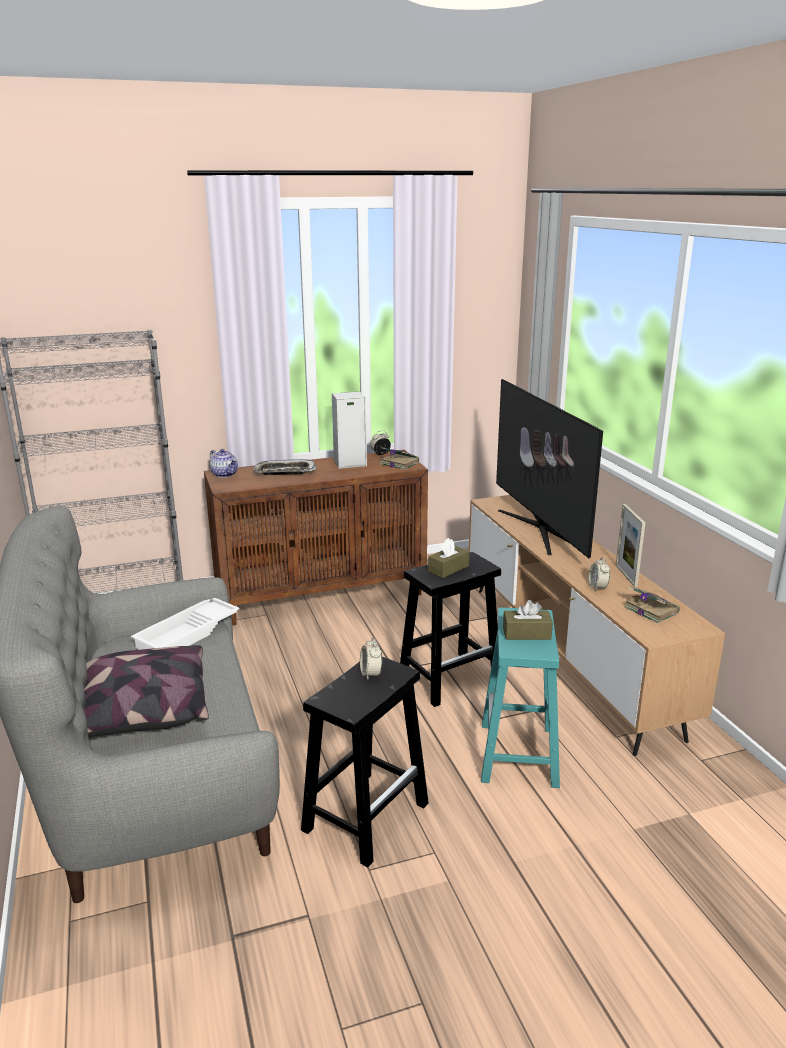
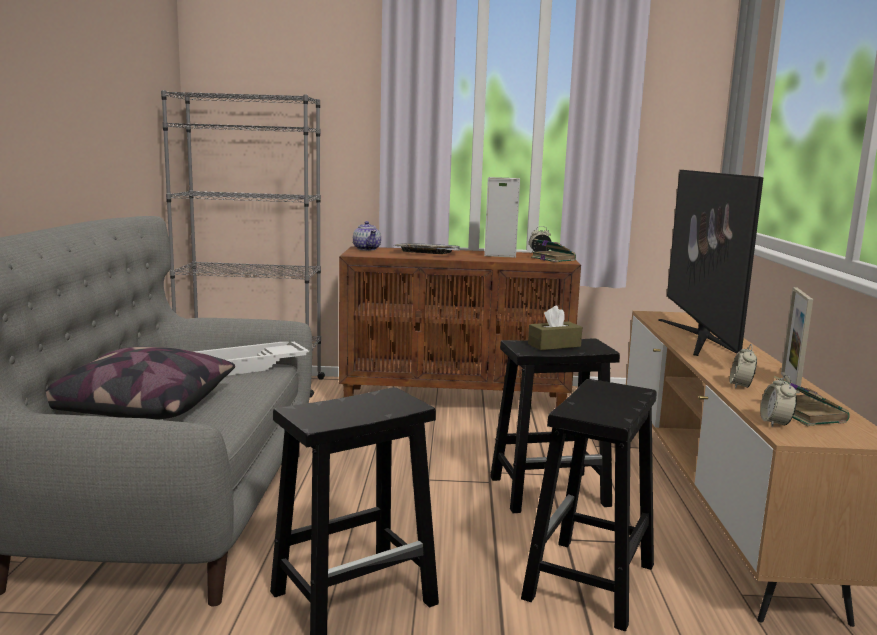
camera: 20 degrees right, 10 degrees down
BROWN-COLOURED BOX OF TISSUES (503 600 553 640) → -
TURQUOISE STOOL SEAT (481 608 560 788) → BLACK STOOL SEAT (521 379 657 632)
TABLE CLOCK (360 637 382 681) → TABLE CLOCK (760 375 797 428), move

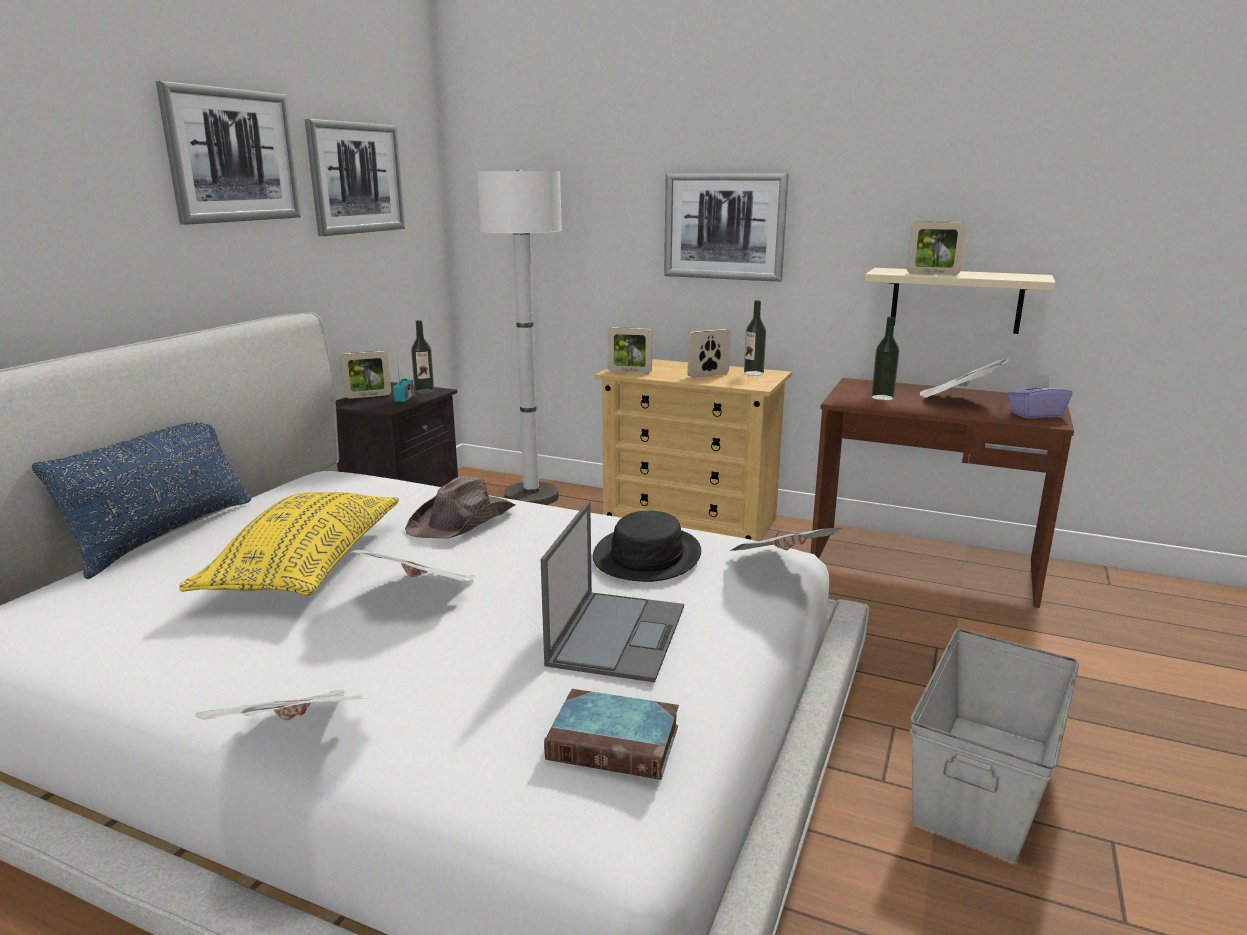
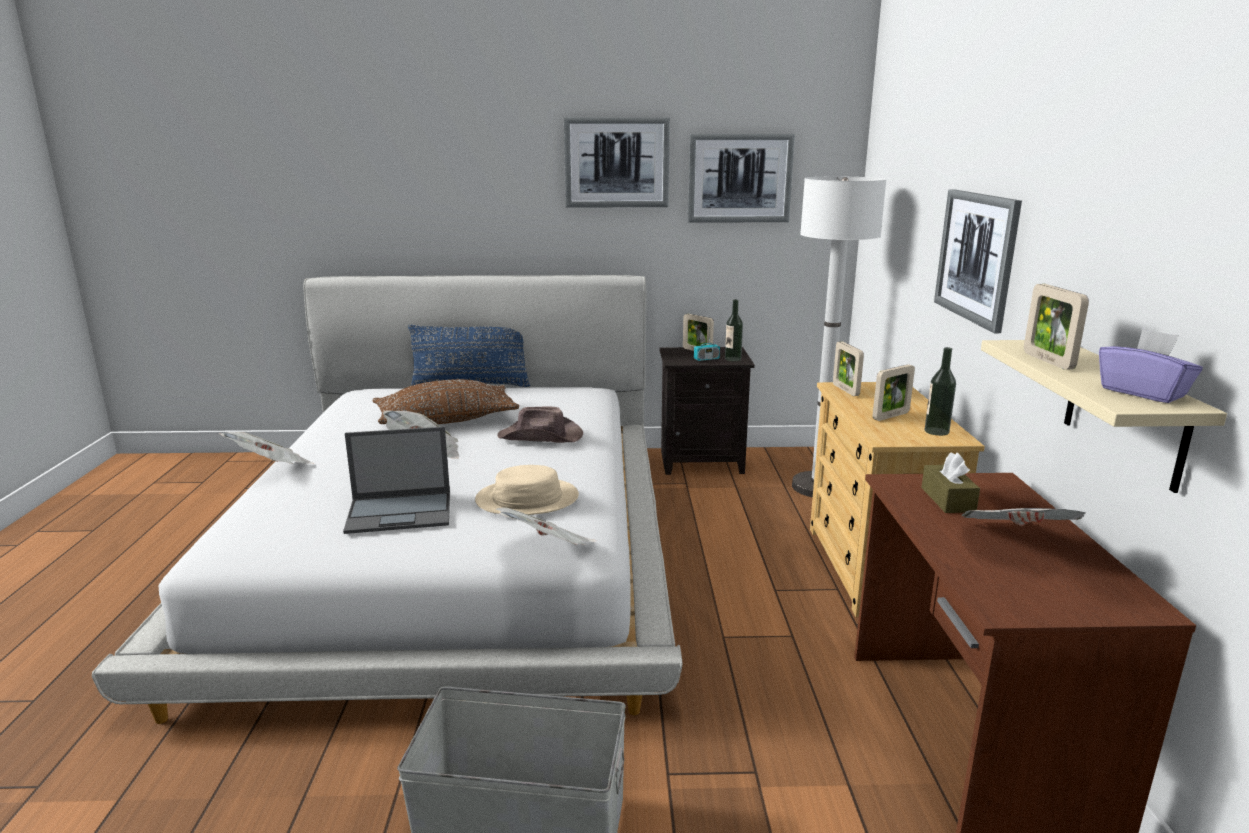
camera: 65 degrees right, 0 degrees up
DRINK BOTTLE (871 317 899 401) → BROWN-COLOURED BOX OF TISSUES (921 453 980 513)
STANDING FRAME (687 329 731 377) → STANDING FRAME (872 364 915 421), 105 degrees clockwise
PURPLISH BOX OF TISSUES (1008 374 1073 419) → PURPLISH BOX OF TISSUES (1099 329 1203 403), move
YELLOW CUSHION (179 492 399 595) → BROWN-COLOURED CUSHION (372 379 519 424)
BLACK HAT (593 511 701 582) → BEIGE HAT (475 465 579 515)
BOOK (544 689 679 780) → -

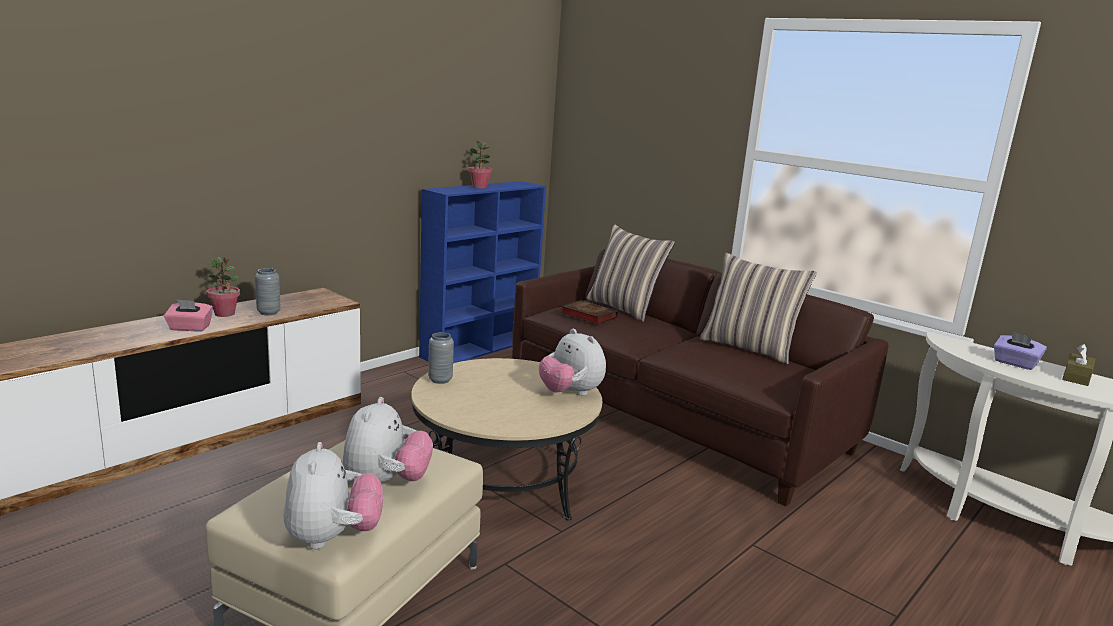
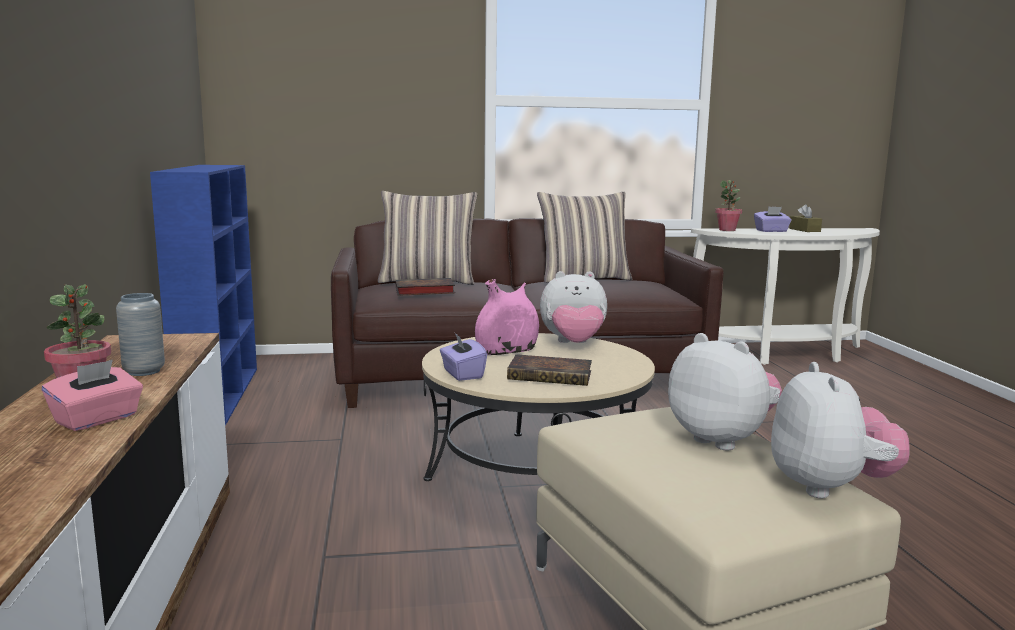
camera: 50 degrees left, 5 degrees down
PLANT IN A POT (468 141 492 188) → PLANT IN A POT (715 180 742 231), move
GREYISH FLOWER VASE (428 332 454 384) → PURPLISH BOX OF TISSUES (440 333 487 381)
SOFT TOY (284 442 383 549) → SOFT TOY (771 362 910 498), 60 degrees clockwise
- → PINKISH FLOWER VASE (475 279 539 355)
- → BOOK (507 354 592 386)

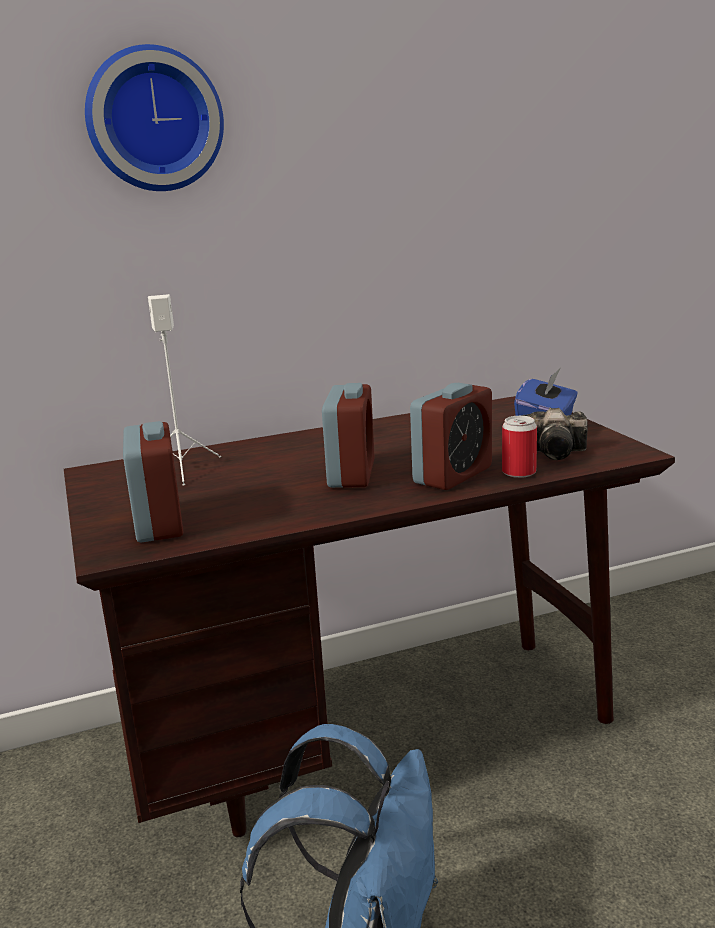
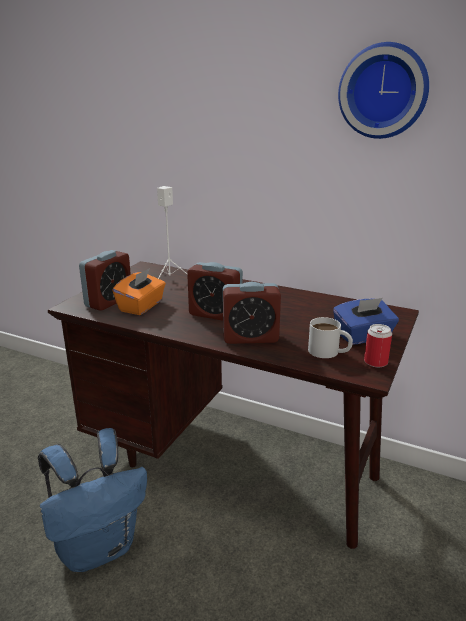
camera: 45 degrees right, 5 degrees up
WALL CLOCK (85 44 224 191) → WALL CLOCK (338 42 429 139), move
TABLE CLOCK (322 383 374 488) → TABLE CLOCK (187 262 243 321), 60 degrees clockwise
STILL CAMERA (521 408 588 460) → WHITE-COLOURED COFFEE MUG (308 317 353 358)
SEALED CAN (502 416 537 478) → SEALED CAN (364 324 392 367), move
- → ORANGEY BOX OF TISSUES (112 268 166 315)

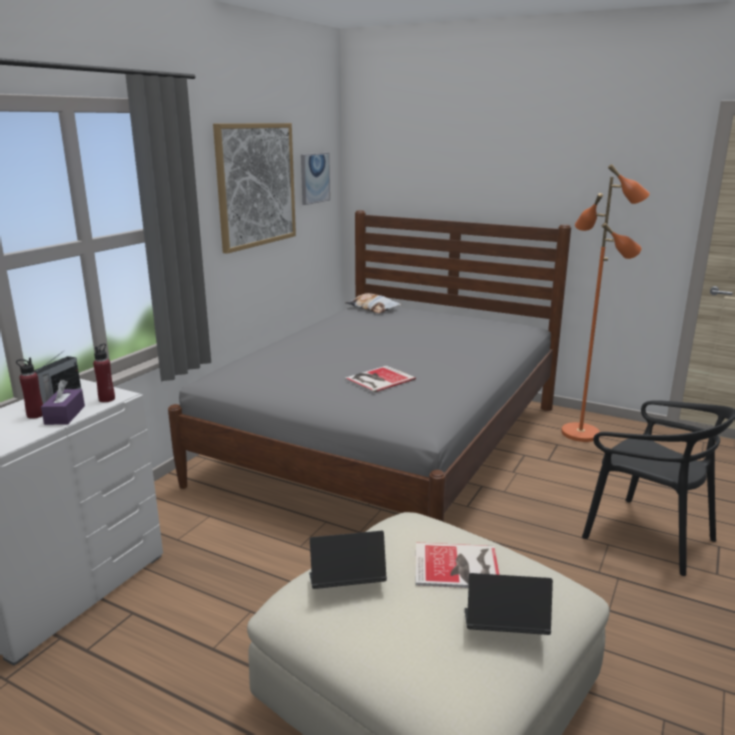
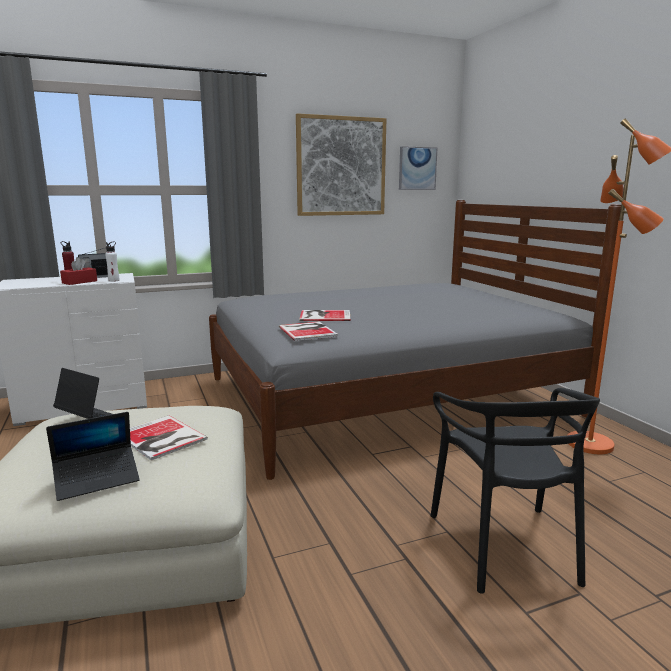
camera: 40 degrees right, 5 degrees down
CUSHION (346 293 402 313) → -
RED DRINK BOTTLE (93 343 115 402) → WHITE-COLOURED DRINK BOTTLE (105 242 120 282)
PURPLISH BOX OF TISSUES (41 380 85 425) → RED BOX OF TISSUES (60 257 97 285)
LAPTOP (464 573 553 635) → LAPTOP (46 412 140 501), 105 degrees clockwise
- → BOOK (279 321 338 341)

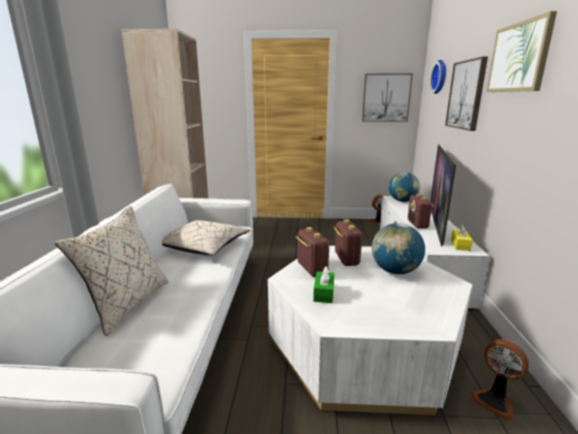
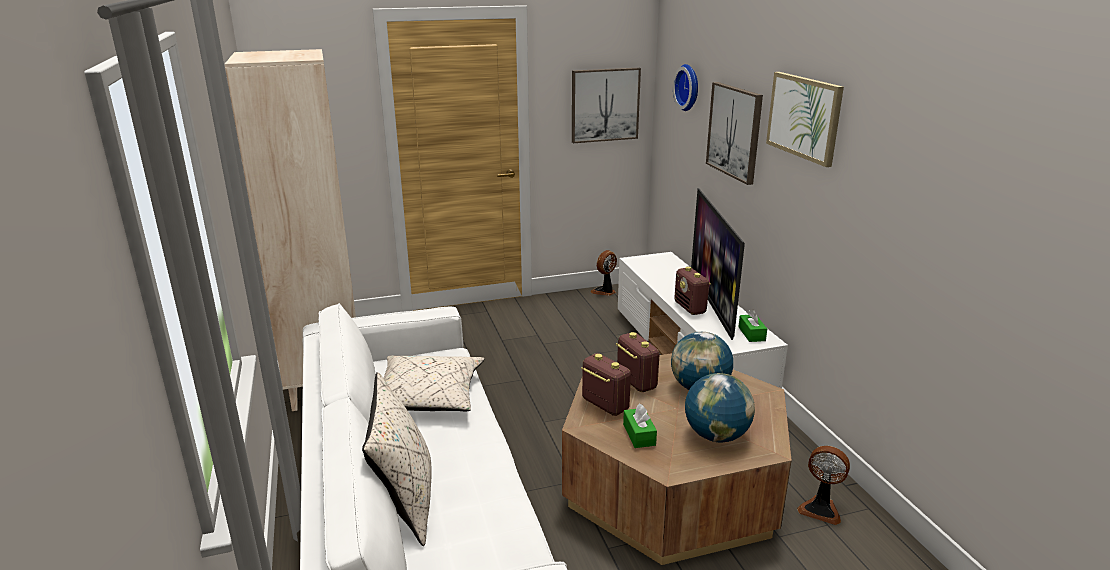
camera: 20 degrees left, 5 degrees up
GLOBE (389 172 420 202) → GLOBE (685 373 755 442), move
YELLOW BOX OF TISSUES (451 224 473 251) → GREEN-COLOURED BOX OF TISSUES (739 309 767 342)
WHITE-COLOURED LOUNGE TABLE (268 246 473 415) → BROWN-COLOURED LOUNGE TABLE (562 353 792 565)

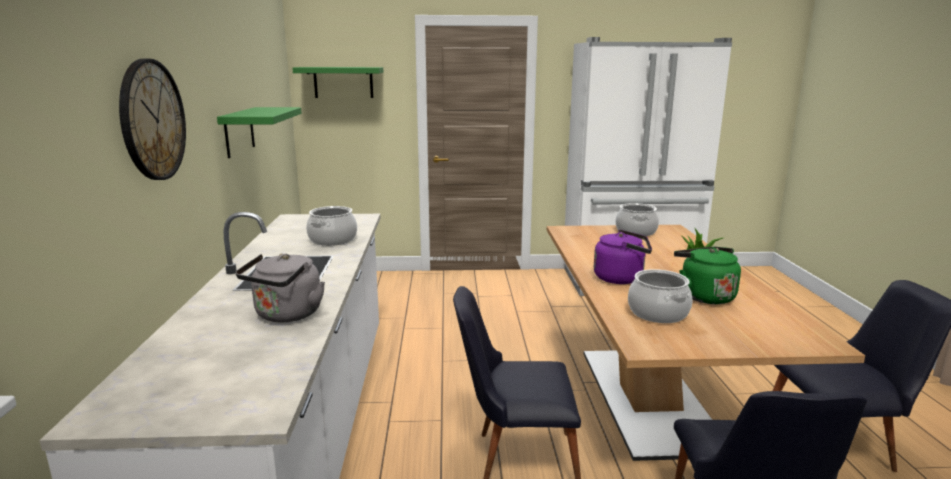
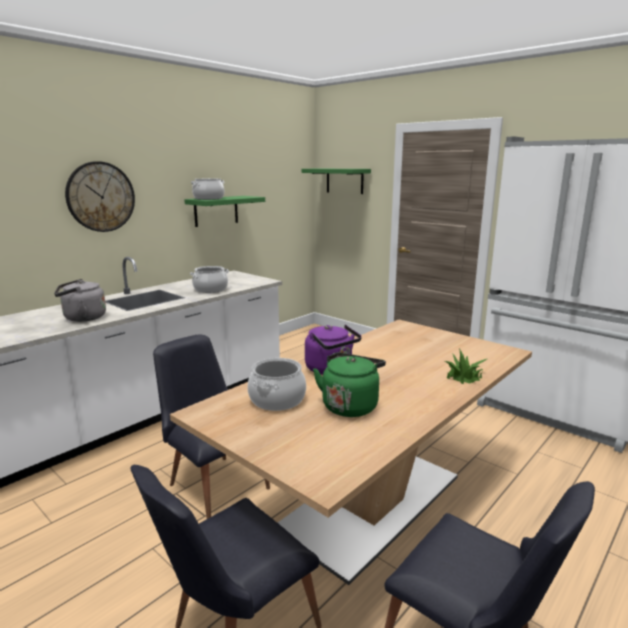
camera: 45 degrees right, 0 degrees up
COOKING POT (616 203 659 236) → COOKING POT (191 179 224 200), move

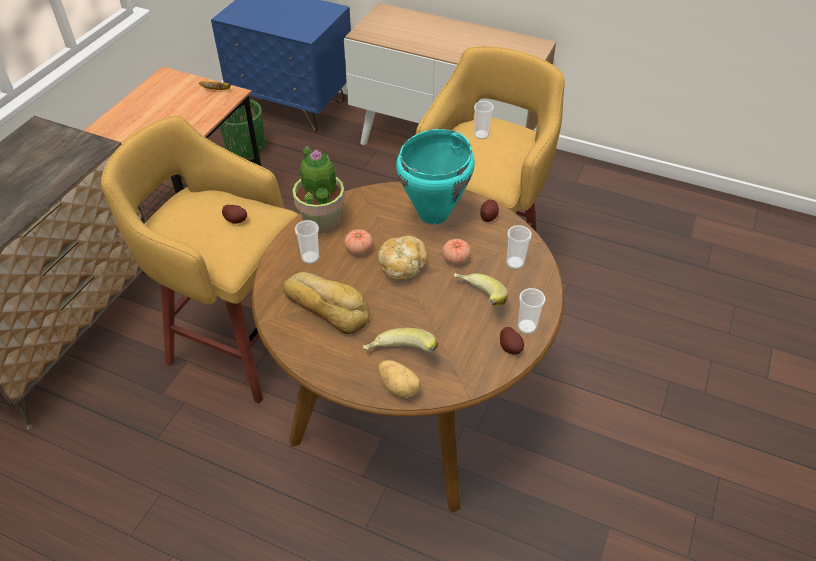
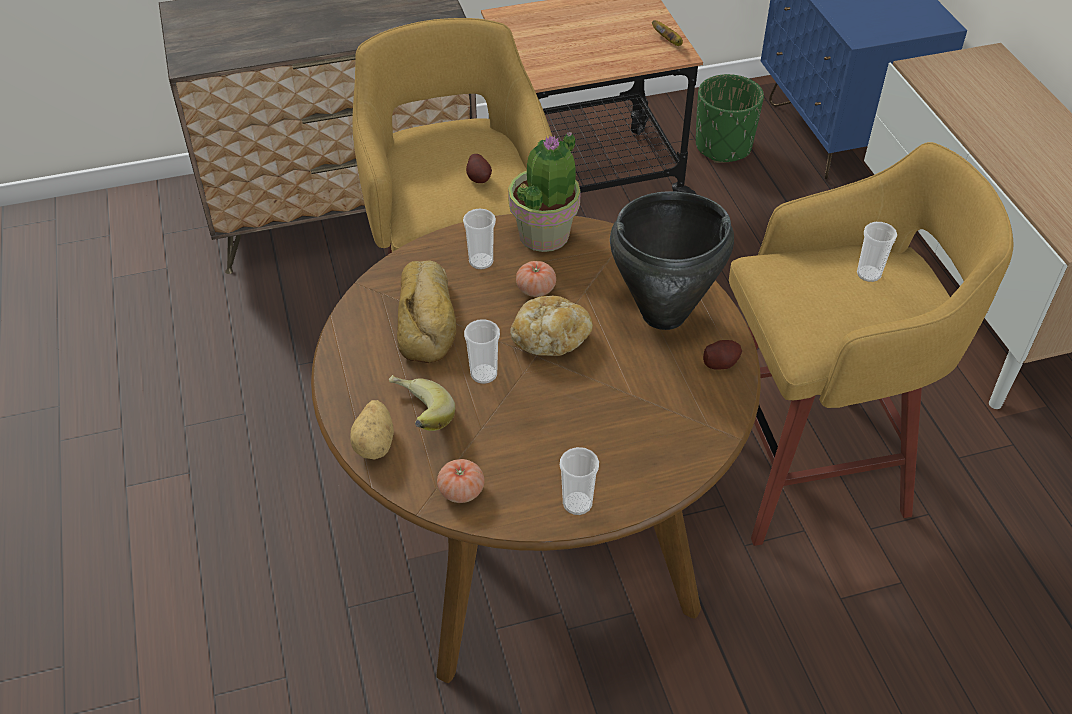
camera: 50 degrees right, 0 degrees up
TURQUOISE COOKING POT (396 129 475 224) → BLACK COOKING POT (610 191 734 330)
CUP (506 225 532 269) → CUP (464 319 500 384), move
WHOLE TOMATO (442 239 471 265) → WHOLE TOMATO (437 459 485 503), move
BANANA (454 273 508 306) → -
POTATO (500 327 524 355) → -

